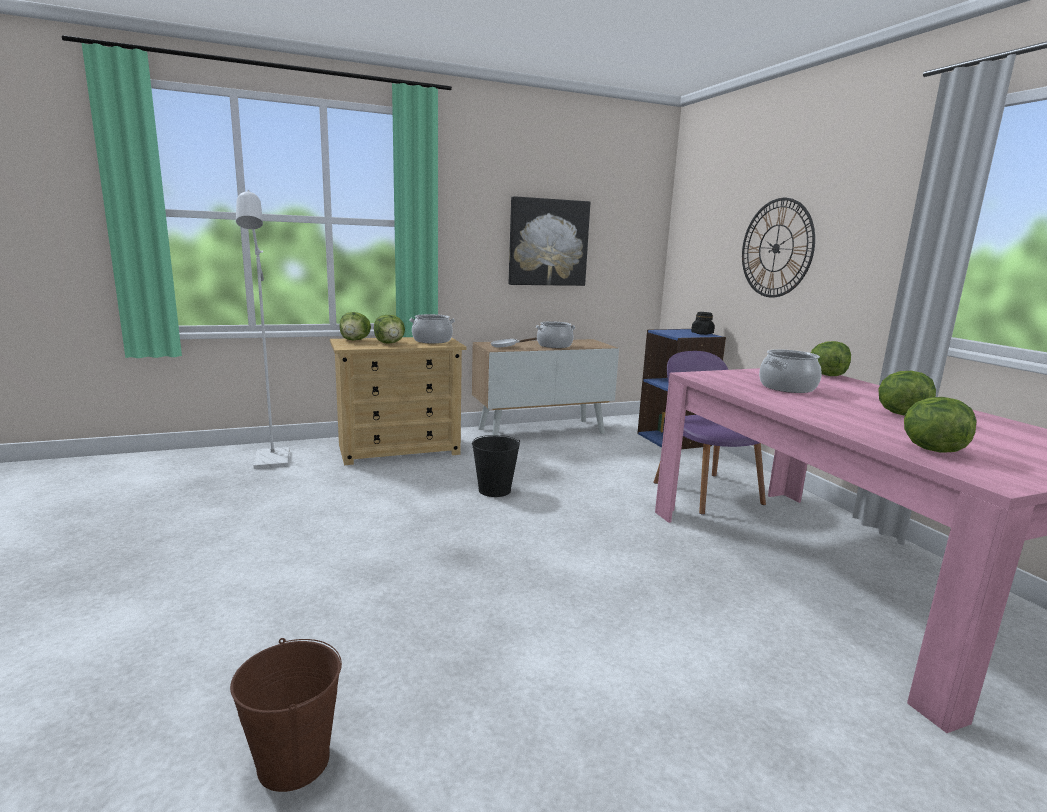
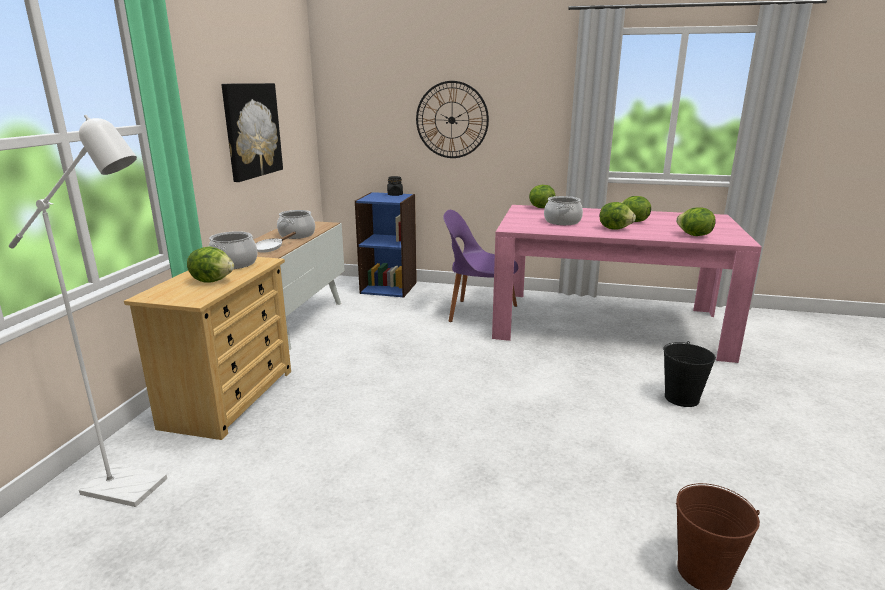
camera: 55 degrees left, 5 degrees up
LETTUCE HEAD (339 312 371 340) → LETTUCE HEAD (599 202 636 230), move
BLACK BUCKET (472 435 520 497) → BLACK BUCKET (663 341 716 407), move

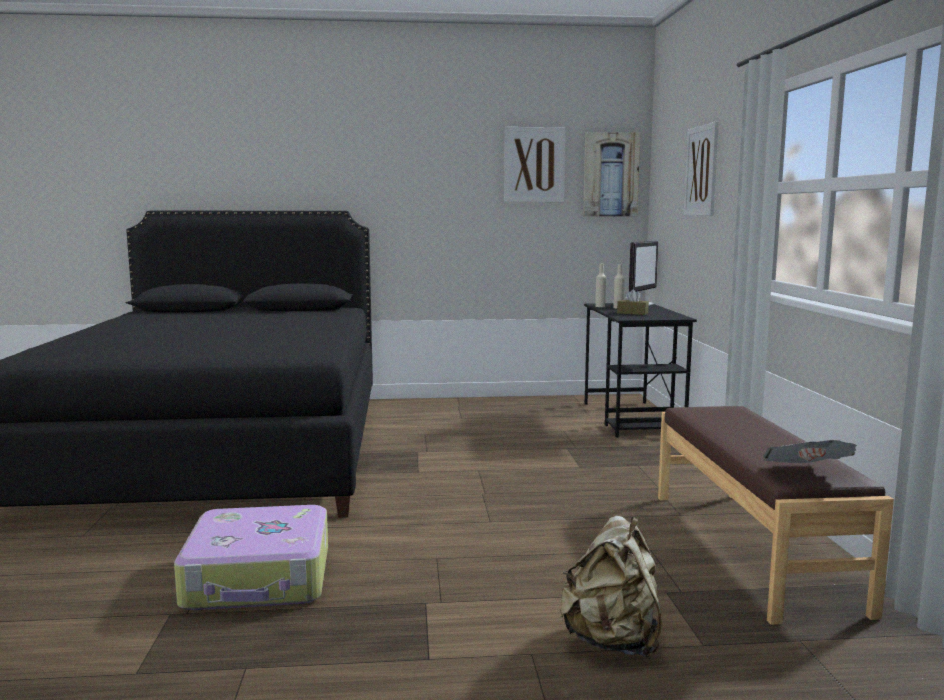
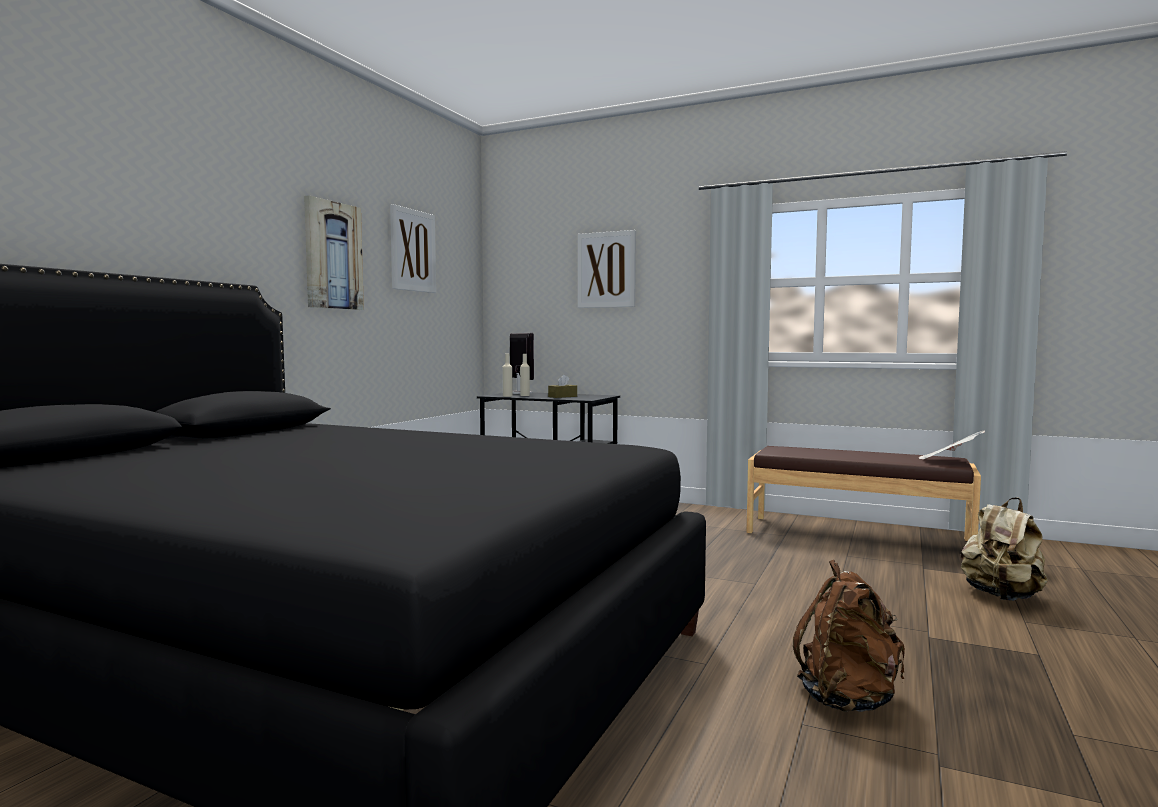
camera: 60 degrees left, 5 degrees down
WALL ART (583 132 640 216) → WALL ART (304 195 364 310), move
SUITCASE (174 505 328 610) → BROWN-COLOURED RUCKSACK (793 560 905 712)

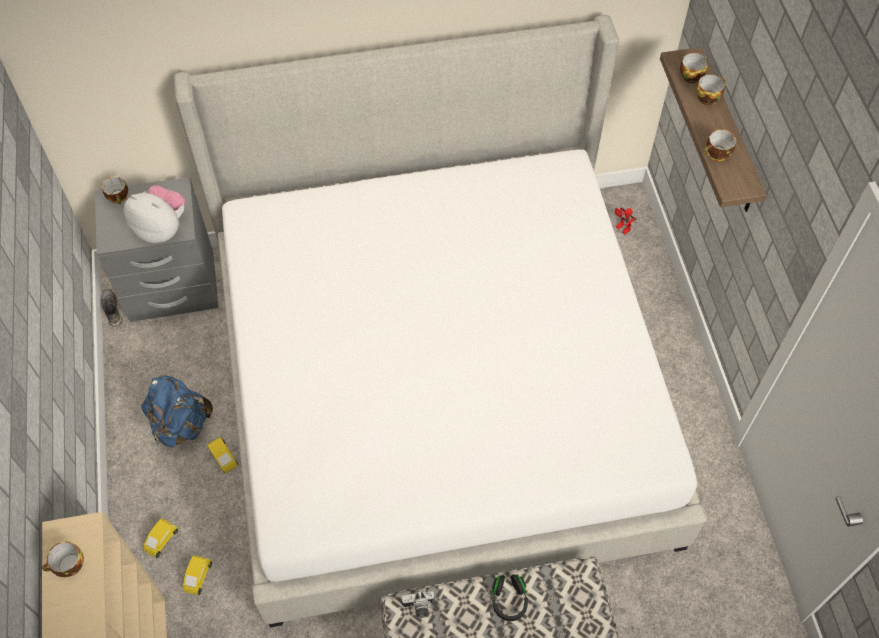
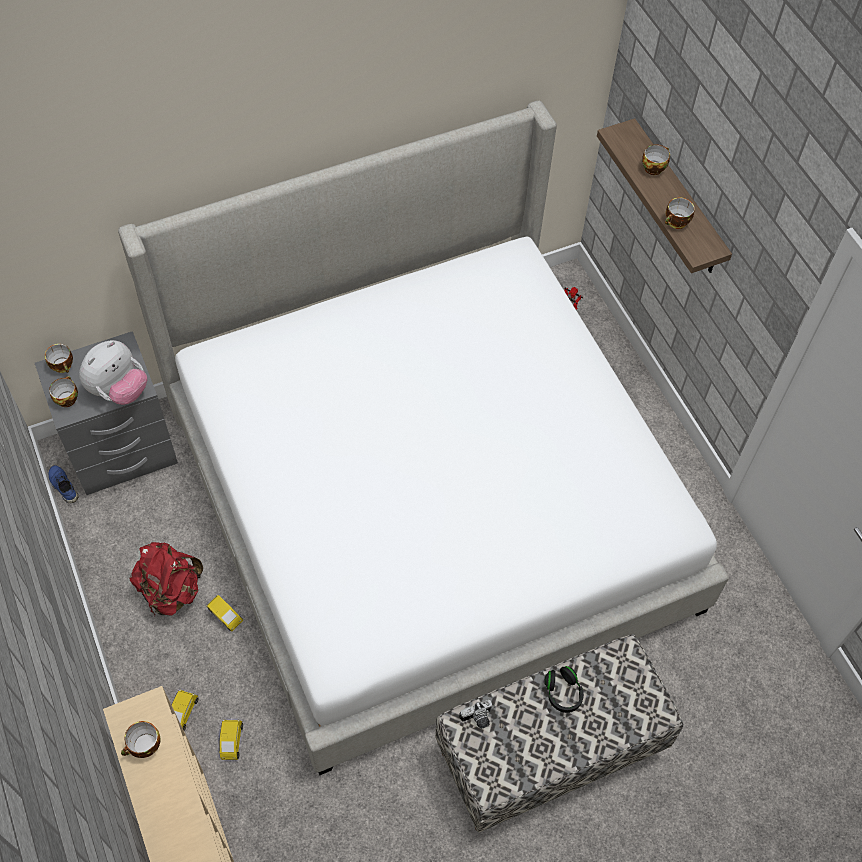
camera: 15 degrees left, 0 degrees up
CUP (680 52 708 83) → CUP (49 376 78 407), move
SOFT TOY (124 185 185 243) → SOFT TOY (79 340 147 405), 120 degrees clockwise
GREYISH LOW SHOE (101 289 122 327) → BLUE-COLOURED LOW SHOE (48 465 78 503)
BLUE-COLOURED RUCKSACK (141 376 213 447) → RED RUCKSACK (129 542 203 616)

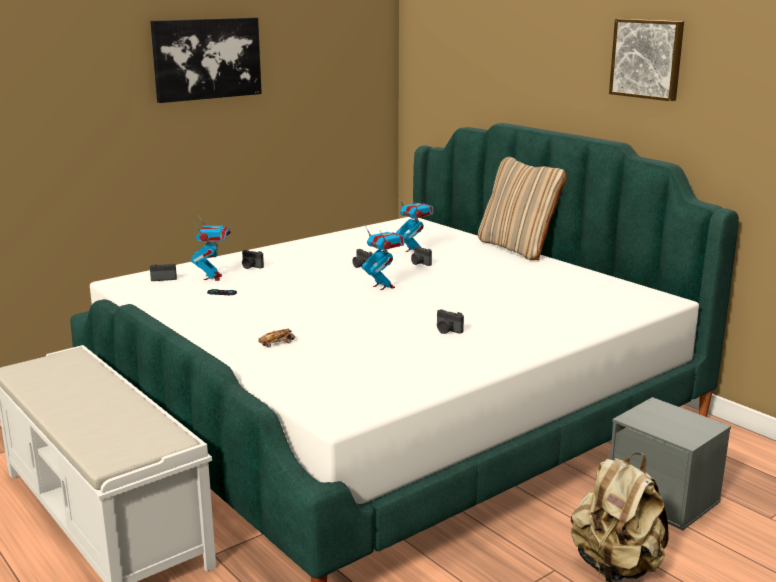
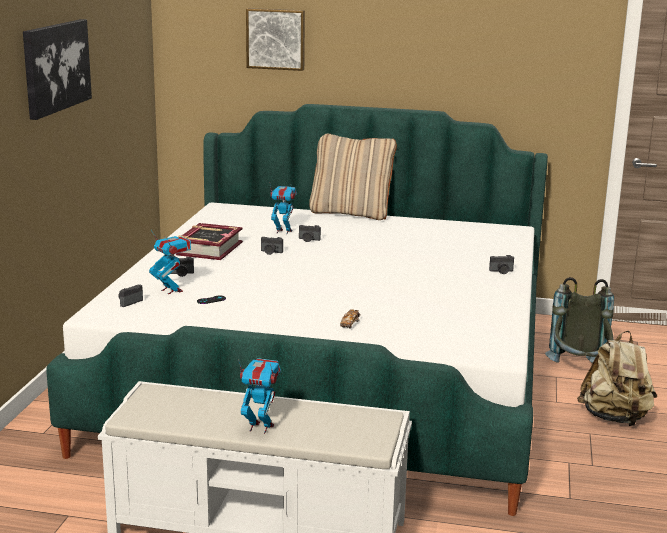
camera: 40 degrees left, 0 degrees up
WALL ART (609 19 684 101) → WALL ART (246 8 305 71), move
MODEL ROBOT (362 224 404 290) → MODEL ROBOT (238 358 281 434), move
STILL CAMERA (437 309 464 334) → STILL CAMERA (489 255 514 274), move
GREYISH STORAGE BOX (610 397 731 530) → GREYISH RUCKSACK (545 277 614 363)
- → BOOK (176 223 243 260)

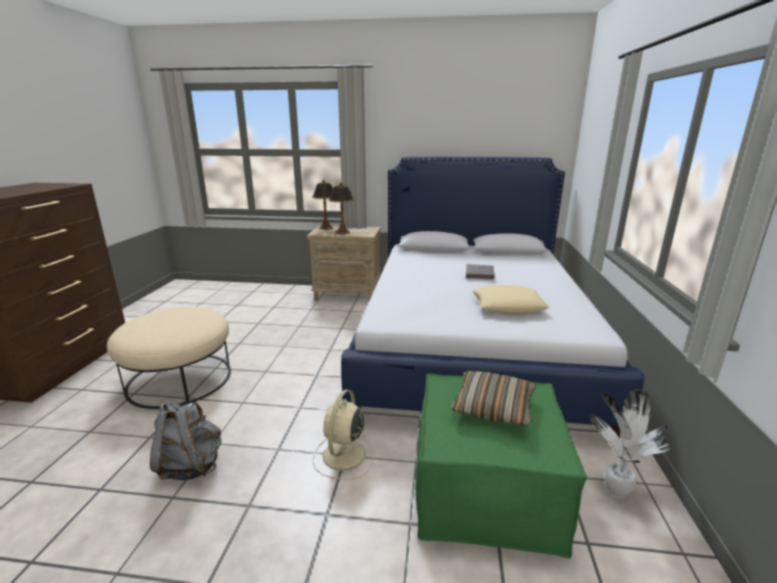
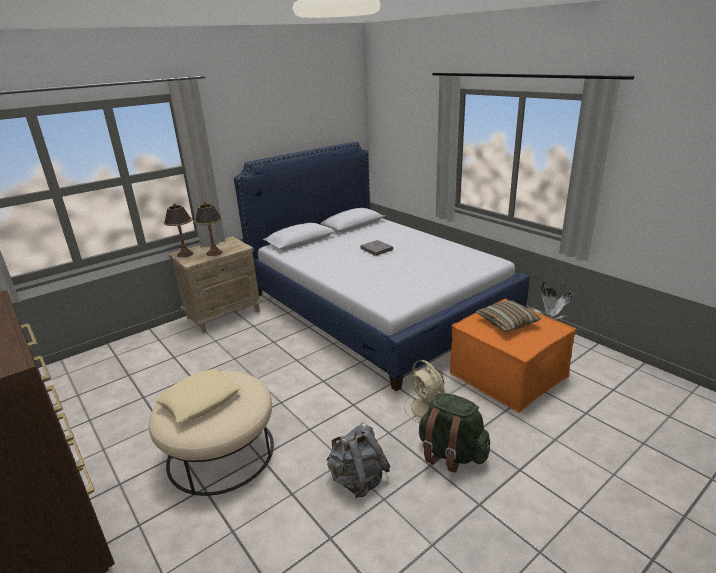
camera: 45 degrees left, 5 degrees up
BEIGE CUSHION (472 285 549 314) → BEIGE CUSHION (155 369 241 423), move
GREEN-COLOURED FOOTREST (415 374 587 558) → ORANGEY FOOTREST (450 299 576 412)
- → GREEN-COLOURED RUCKSACK (419 393 490 473)

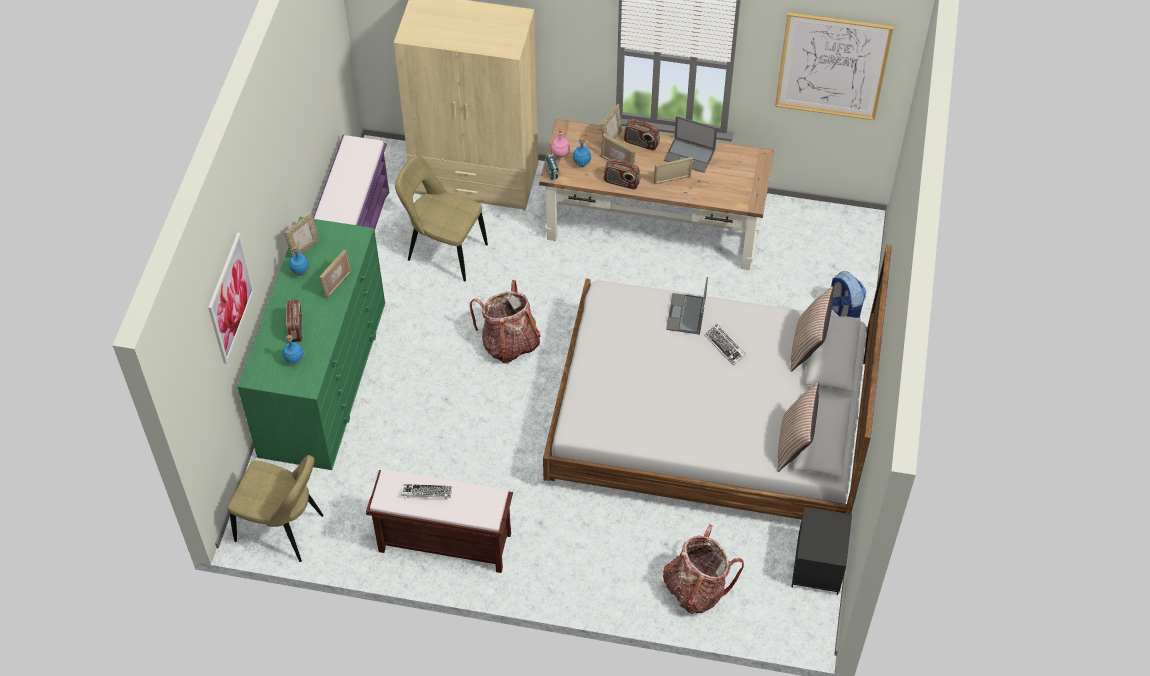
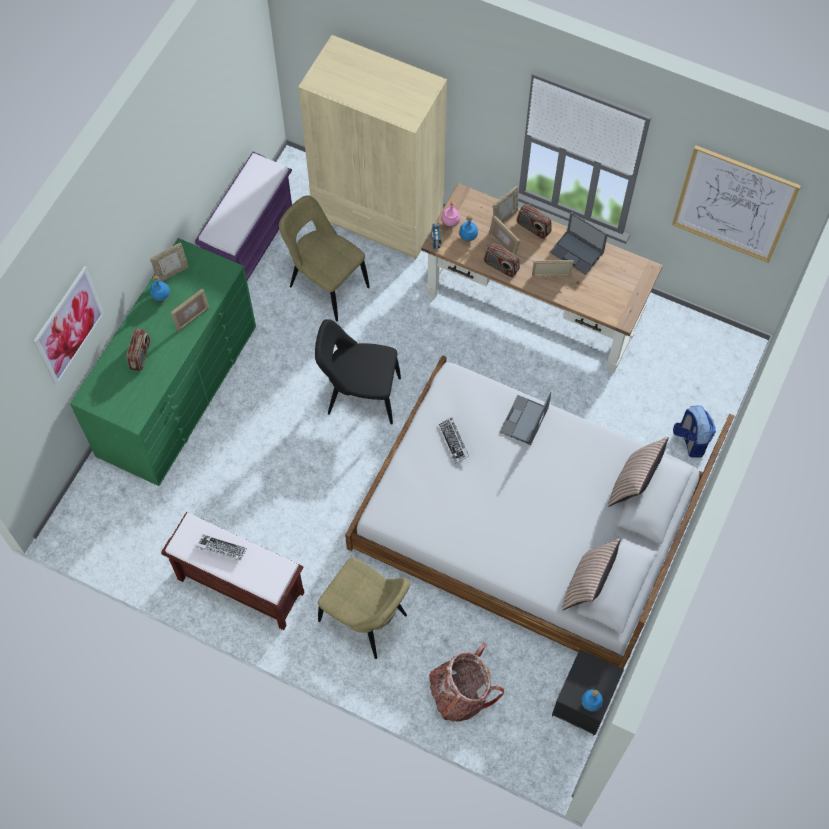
camera: 15 degrees right, 10 degrees up
RUCKSACK (470 280 540 364) → BLACK CHAIR (315 319 401 424)
KEYBOARD (704 324 746 366) → KEYBOARD (438 417 469 464), move
BLUE-COLOURED DRINK BOTTLE (282 335 304 364) → BLUE-COLOURED DRINK BOTTLE (581 690 603 712), move
BEIGE CHAIR (228 455 324 562) → BEIGE CHAIR (318 558 410 659), move

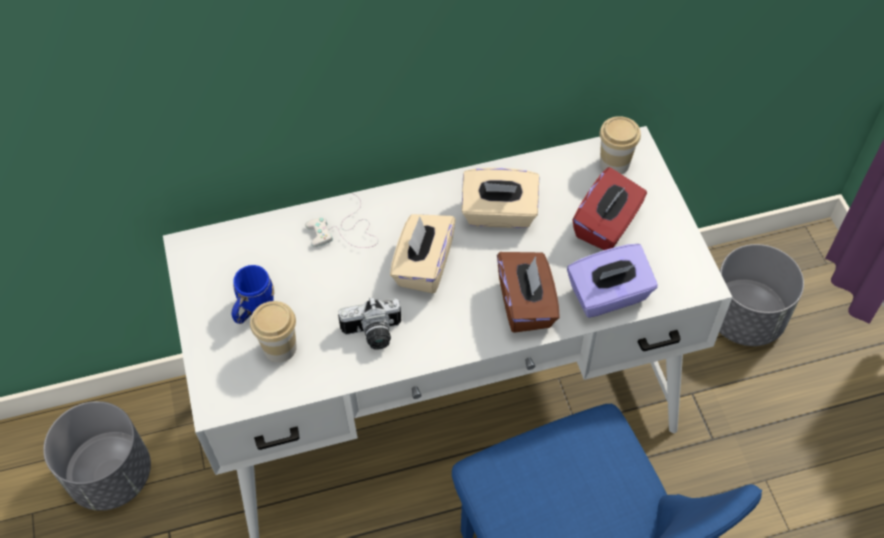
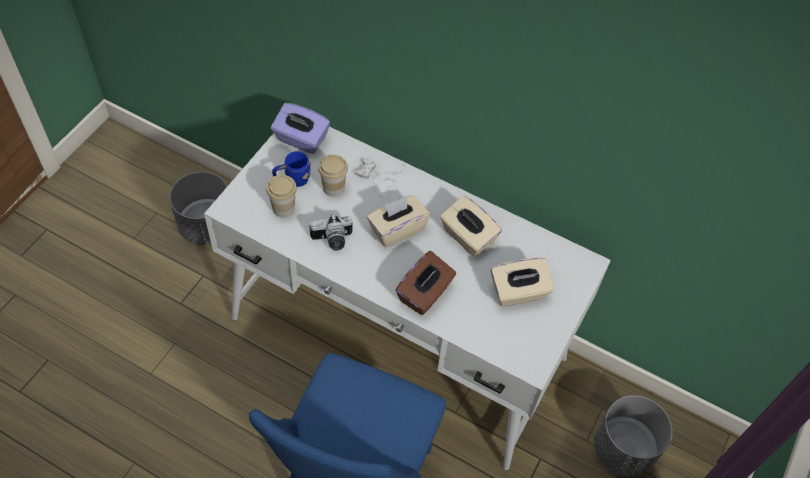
camera: 40 degrees right, 0 degrees up
CUP (599 116 641 174) → CUP (318 154 348 197), move
RED BOX OF TISSUES (573 167 647 250) → BEIGE BOX OF TISSUES (491 258 554 307)
PURPLISH BOX OF TISSUES (567 244 658 318) → PURPLISH BOX OF TISSUES (271 103 330 154), move
STILL CAMERA (338 297 401 350) → STILL CAMERA (309 214 352 251), 45 degrees counterclockwise

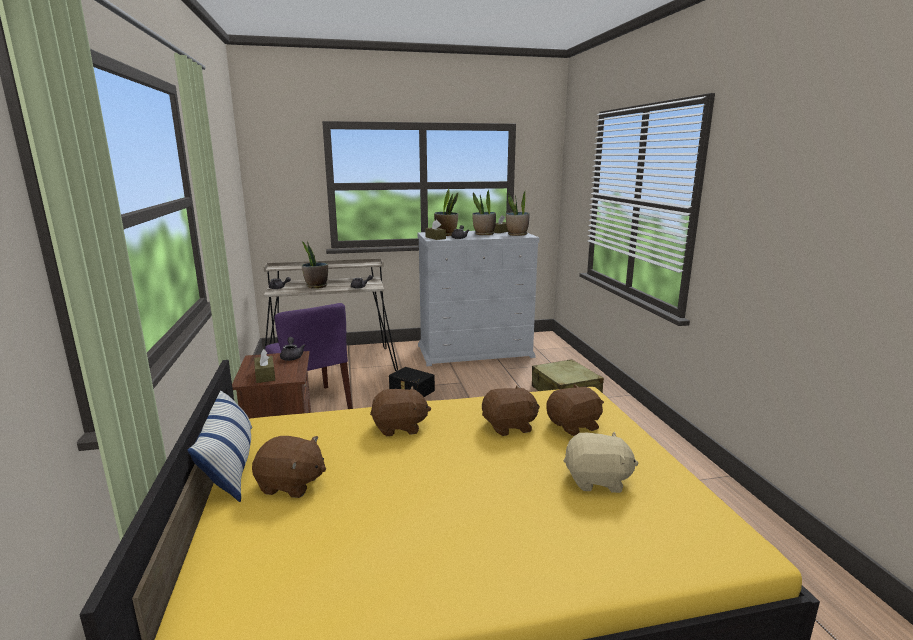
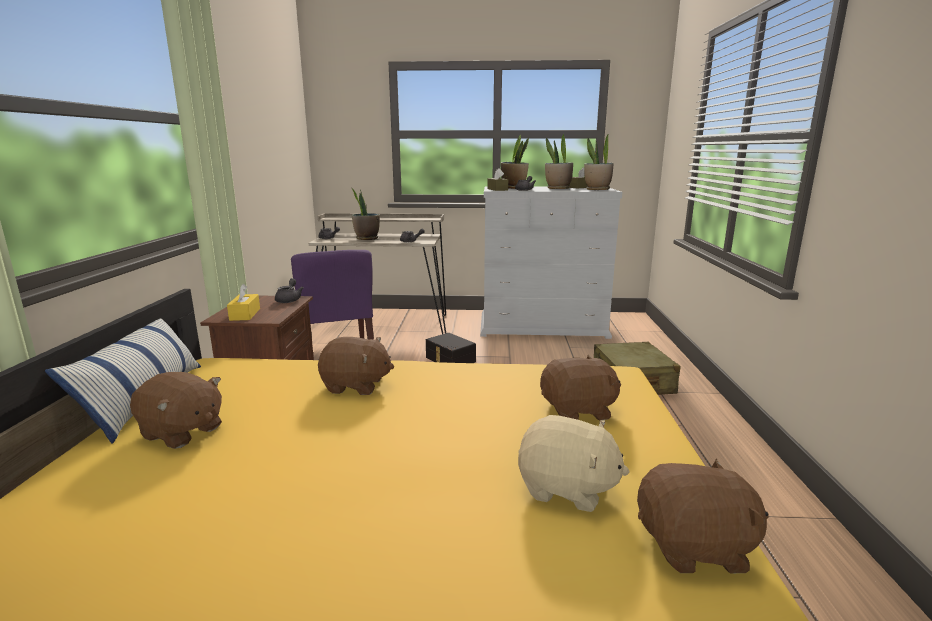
camera: 15 degrees right, 0 degrees up
BROWN-COLOURED BOX OF TISSUES (254 349 275 383) → YELLOW BOX OF TISSUES (227 284 260 321)
BROWN-COLOURED SOFT TOY (482 385 540 436) → BROWN-COLOURED SOFT TOY (637 459 769 574), move

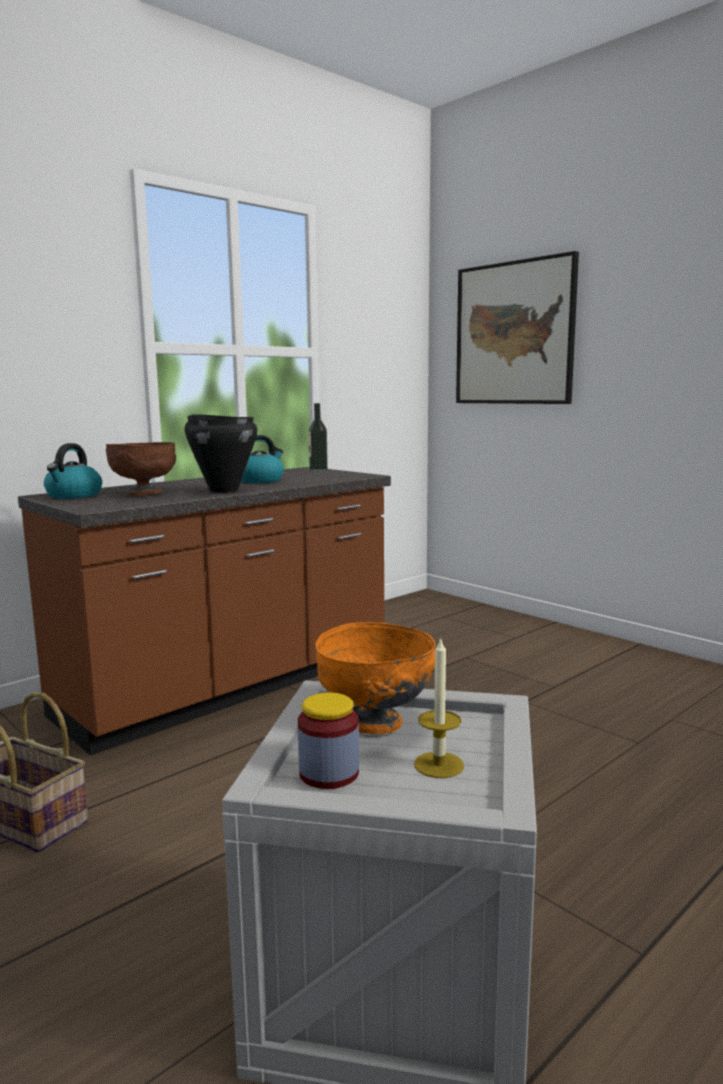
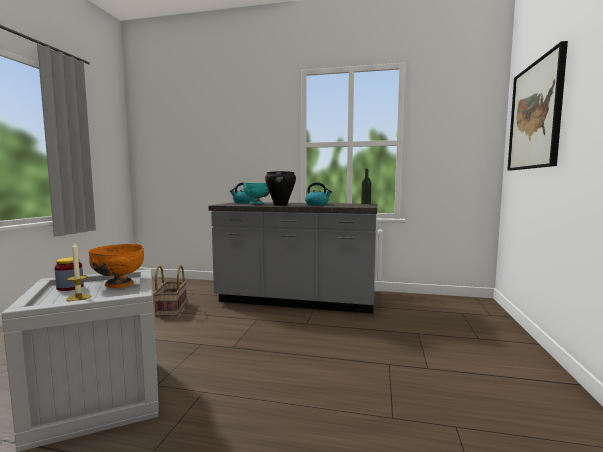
camera: 55 degrees right, 5 degrees down
BROWN-COLOURED DEEP DISH (106 442 176 496) → TURQUOISE DEEP DISH (243 182 269 204)
BROWN-COLOURED KITCHEN COUNTER (18 467 391 756) → GREYISH KITCHEN COUNTER (208 202 377 314)

